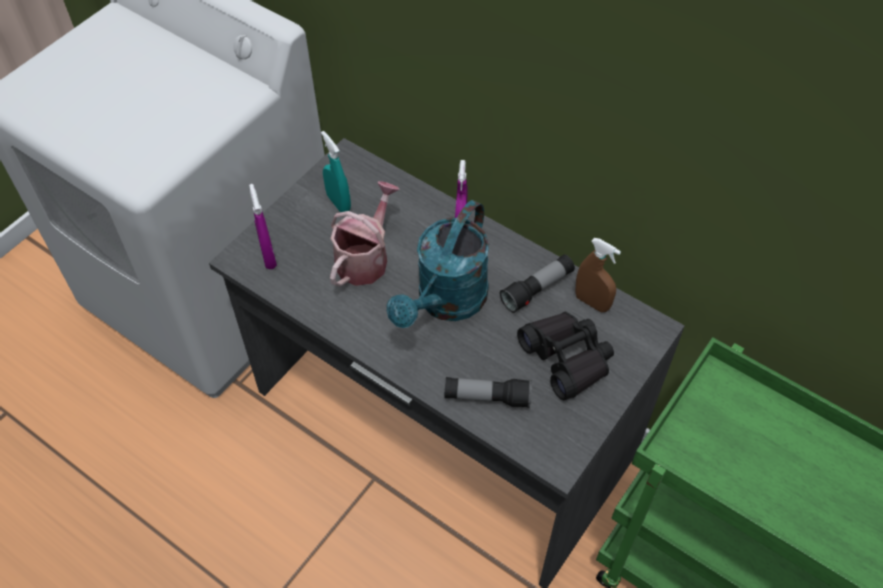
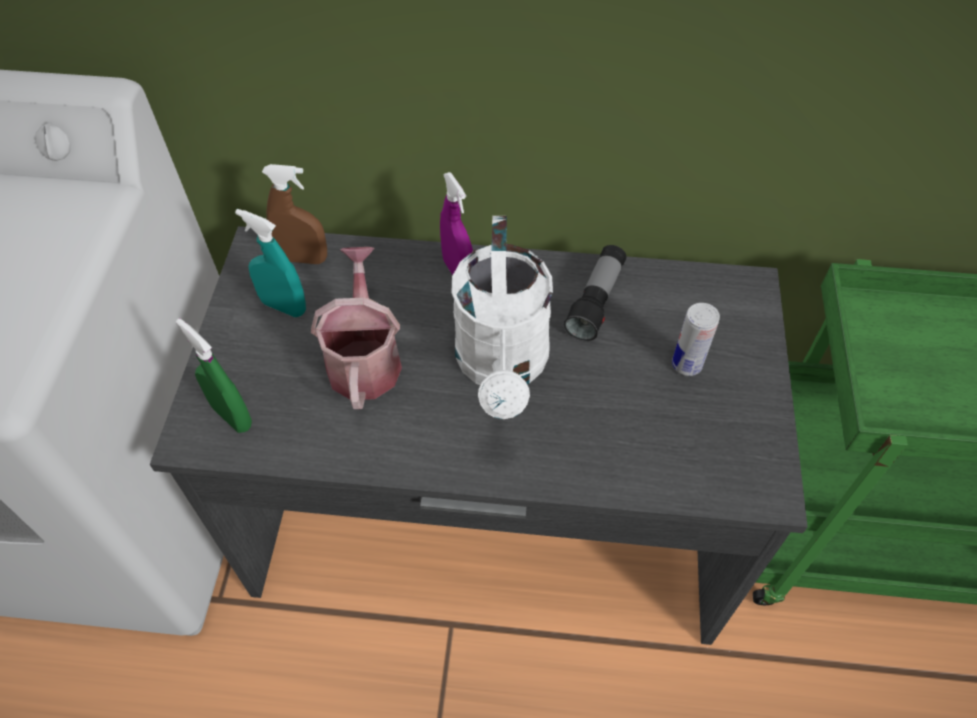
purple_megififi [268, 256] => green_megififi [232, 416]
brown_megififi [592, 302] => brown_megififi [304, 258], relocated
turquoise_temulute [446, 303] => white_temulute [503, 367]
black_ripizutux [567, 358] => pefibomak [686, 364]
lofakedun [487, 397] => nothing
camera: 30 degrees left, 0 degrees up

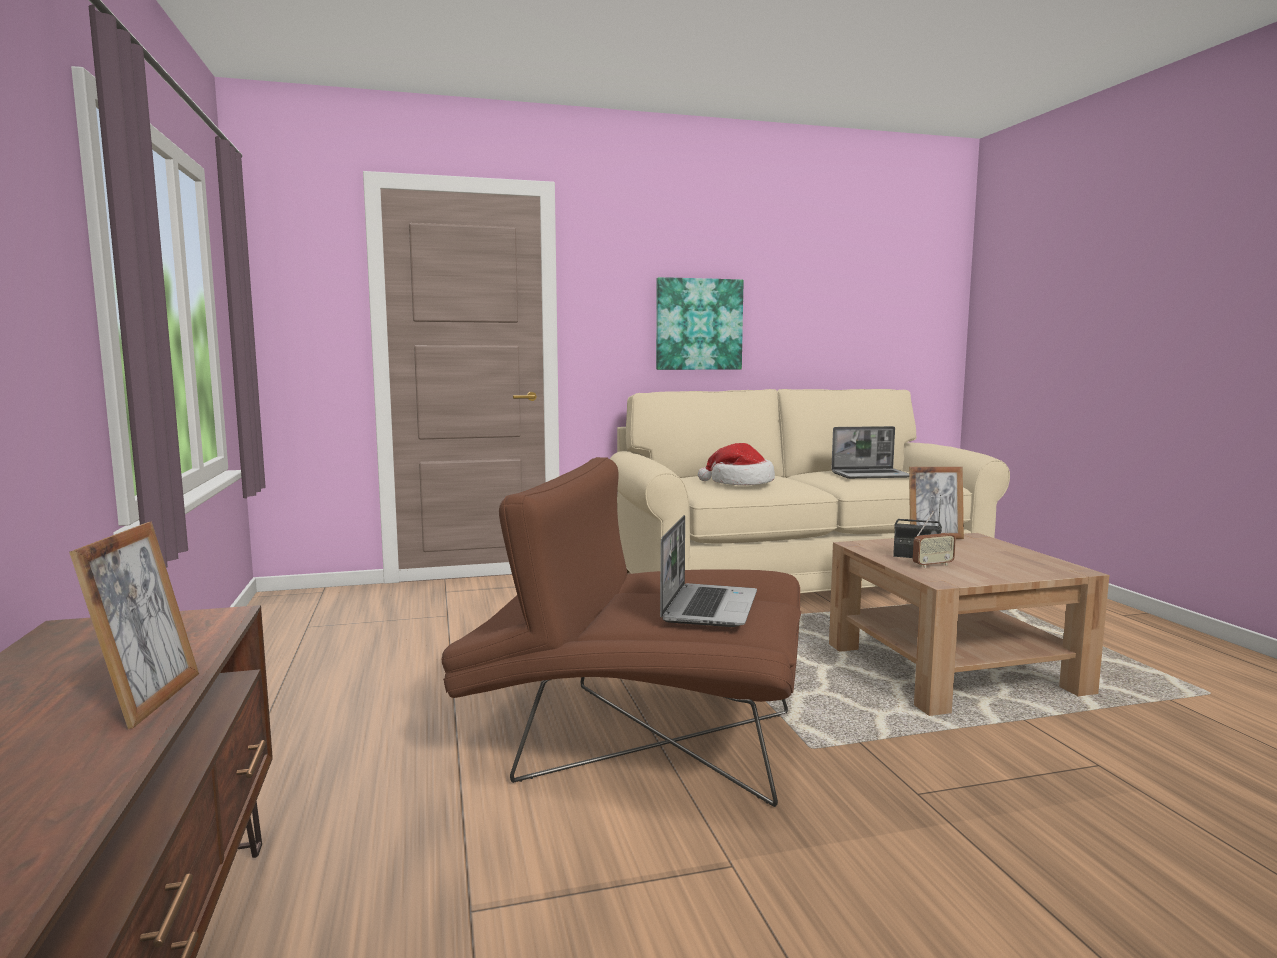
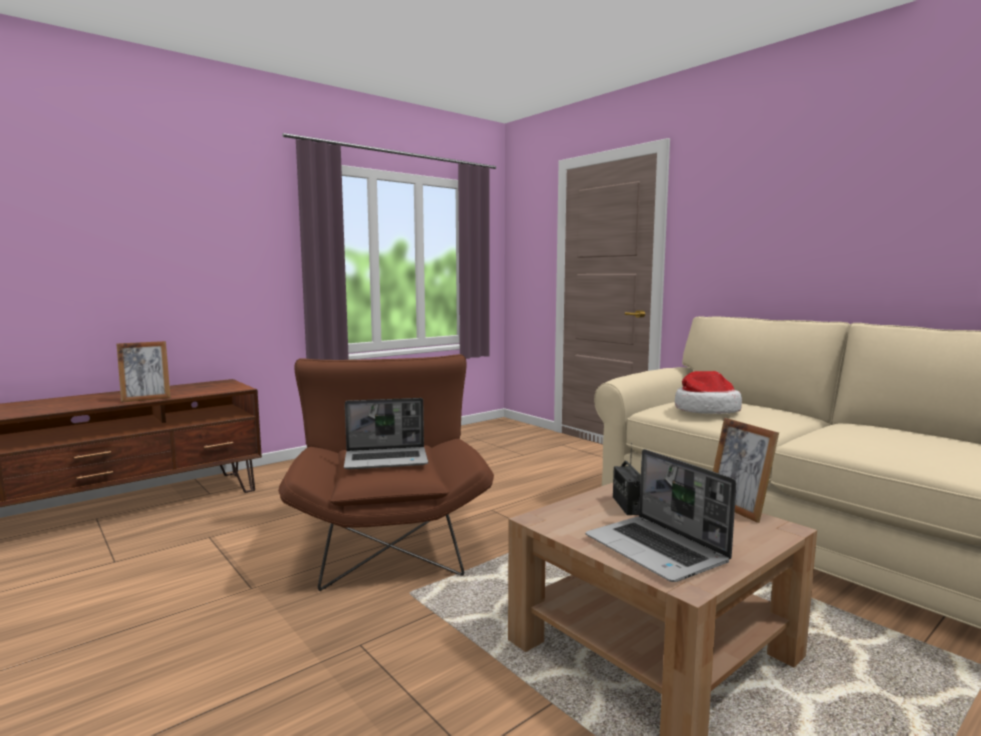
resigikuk [871, 475] => resigikuk [657, 550], relocated
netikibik [698, 324] => nothing
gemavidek [932, 565] => nothing
camera: 65 degrees right, 0 degrees up

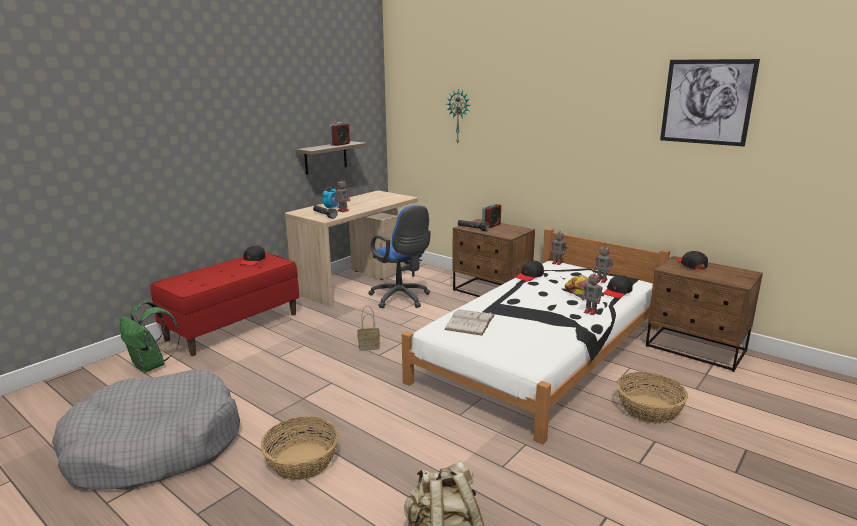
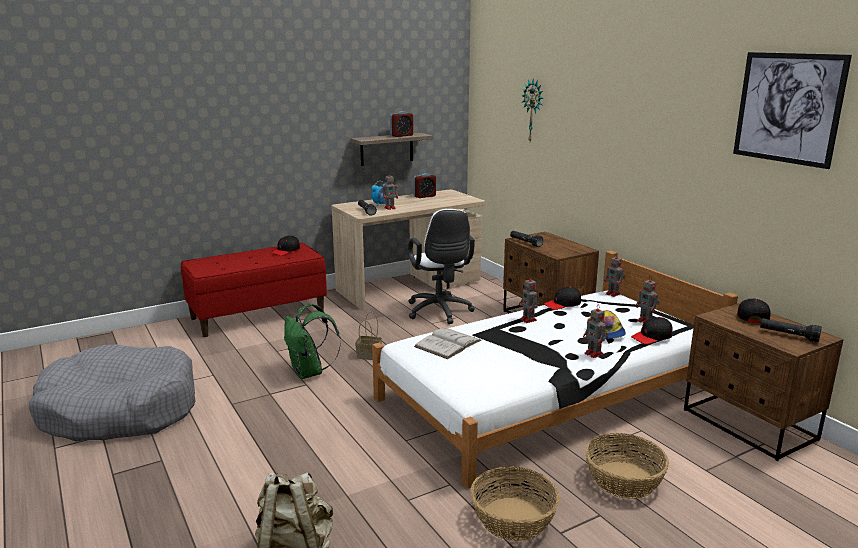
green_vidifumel [151, 365] => green_vidifumel [309, 372], relocated
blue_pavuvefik [401, 299] => white_pavuvefik [440, 312]
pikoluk [491, 225] => pikoluk [424, 196], relocated
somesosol [302, 461] => somesosol [513, 519], relocated
nothing => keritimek [528, 320]
nothing => black_lofakedun [788, 335]
camera: 20 degrees right, 0 degrees up

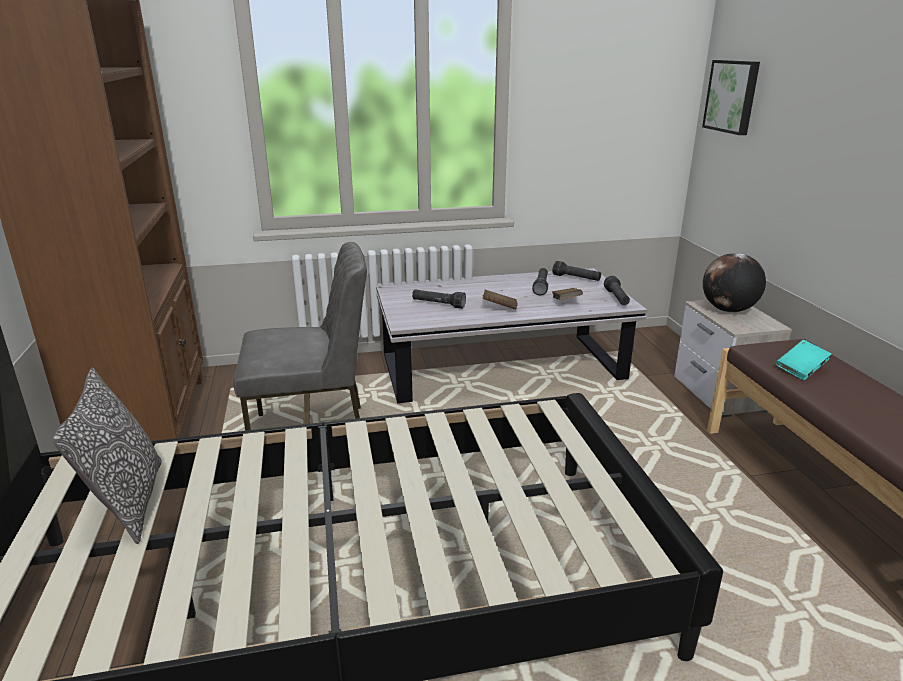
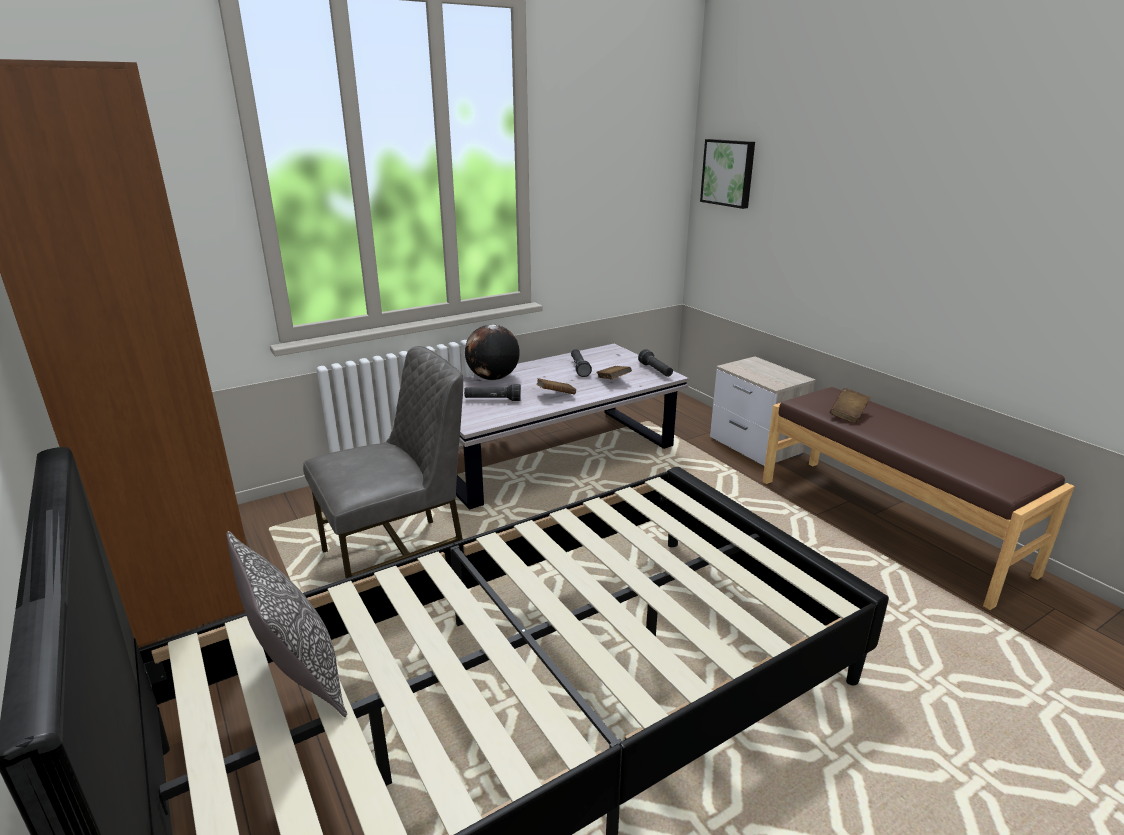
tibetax [728, 310] => tibetax [493, 378], relocated
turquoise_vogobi [800, 370] => brown_vogobi [848, 415]
black_lofakedun [576, 278] => nothing
camera: 20 degrees left, 0 degrees up

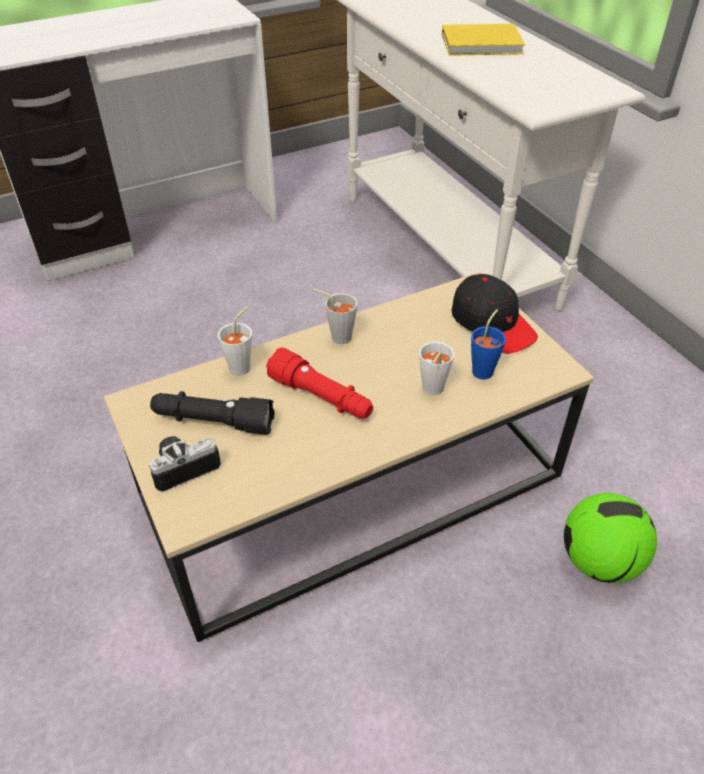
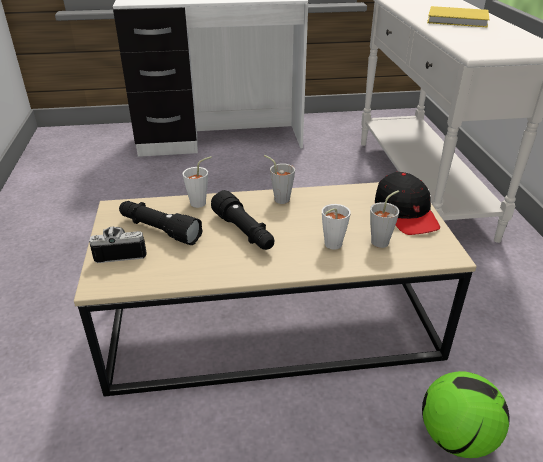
red_lofakedun [321, 397] => black_lofakedun [244, 232]
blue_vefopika [484, 369] => grey_vefopika [383, 241]
camera: 20 degrees right, 10 degrees down

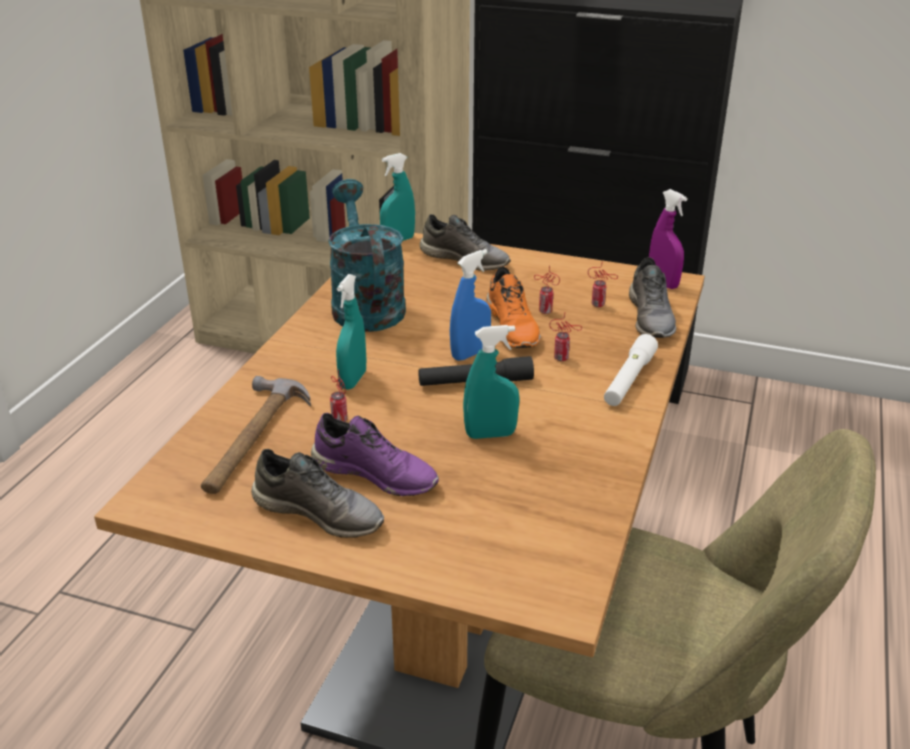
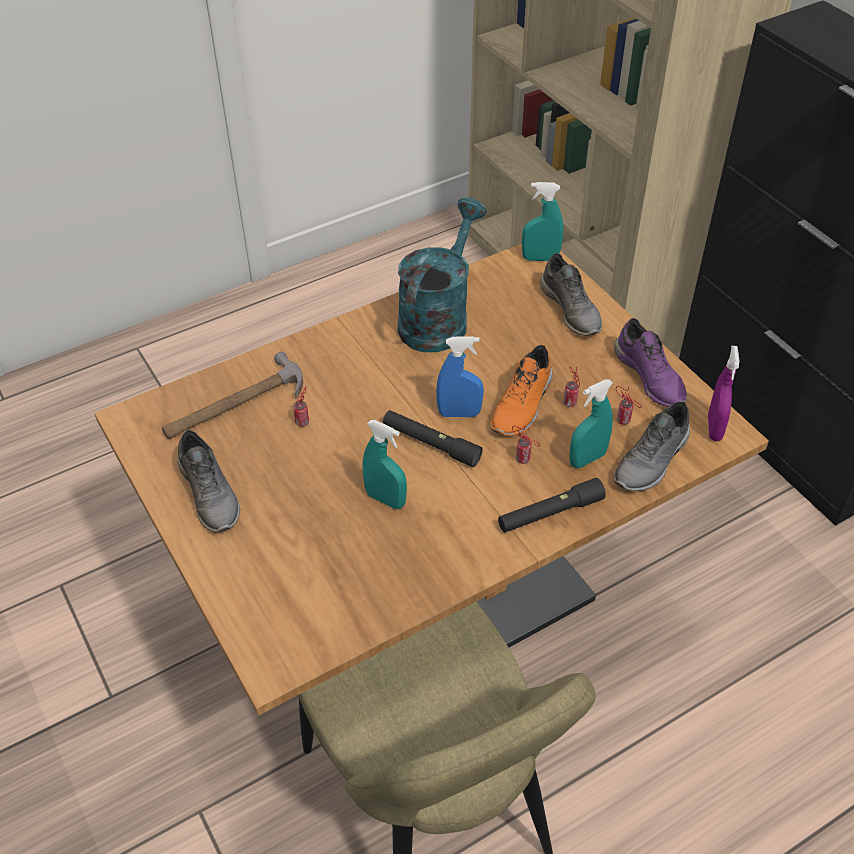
white_lofakedun [629, 380] => black_lofakedun [550, 513]
turquoise_megififi [353, 380] => turquoise_megififi [587, 459], relocated
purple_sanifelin [376, 473] => purple_sanifelin [650, 376], relocated
camera: 40 degrees right, 15 degrees up

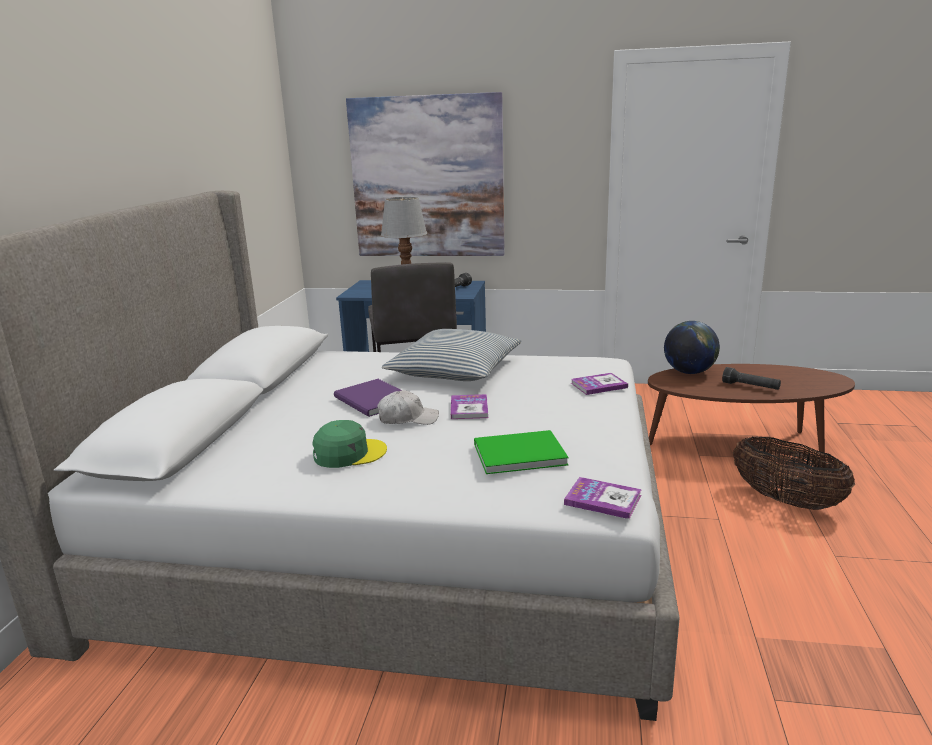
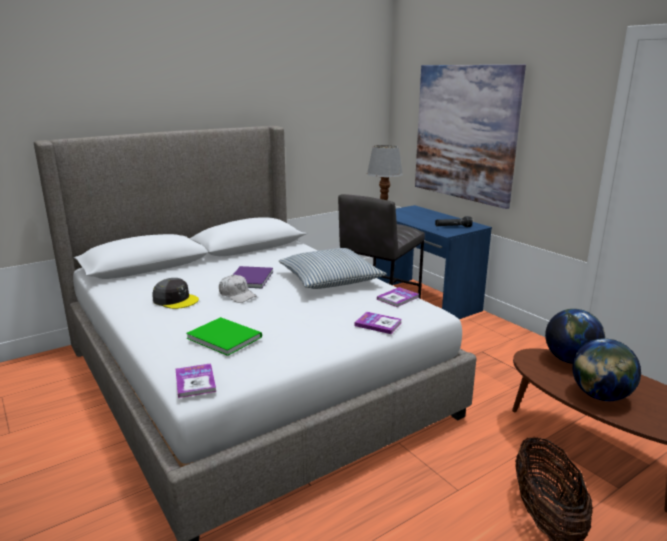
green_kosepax [349, 453] => grey_kosepax [175, 300]
vogobi [469, 408] => vogobi [398, 298], relocated
black_lofakedun [750, 387] => tibetax [600, 396]
camera: 45 degrees right, 0 degrees up

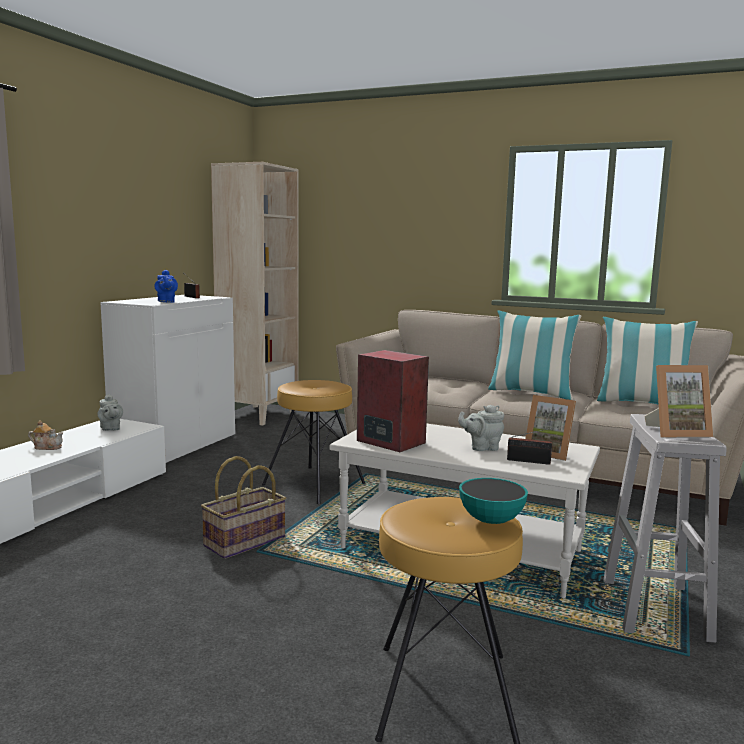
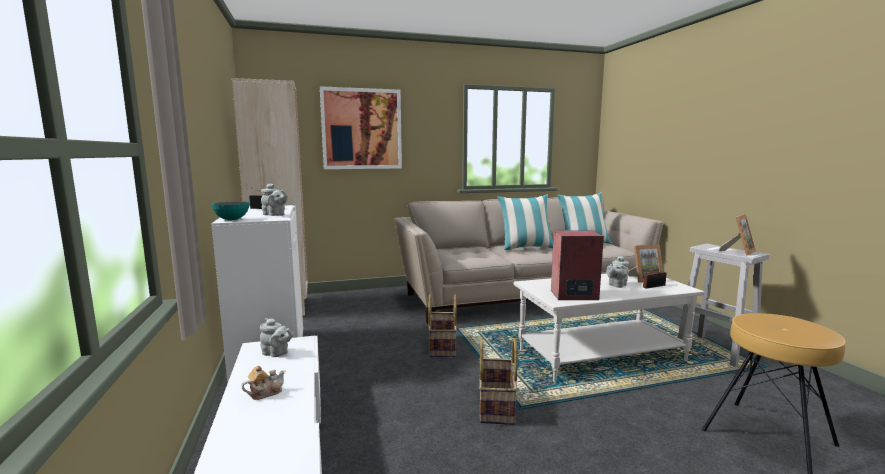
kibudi [491, 521] => kibudi [232, 220], relocated
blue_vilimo [166, 302] => grey_vilimo [275, 215]
nothing => netikibik [362, 129]
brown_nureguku [314, 484] => somesosol [441, 346]
camera: 40 degrees left, 0 degrees up

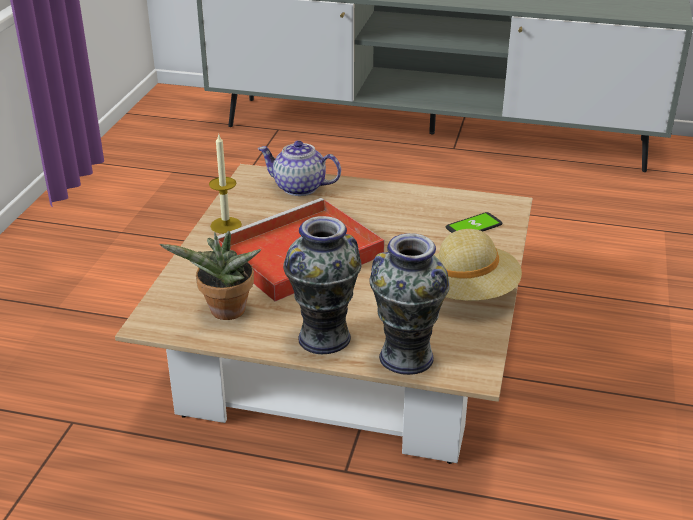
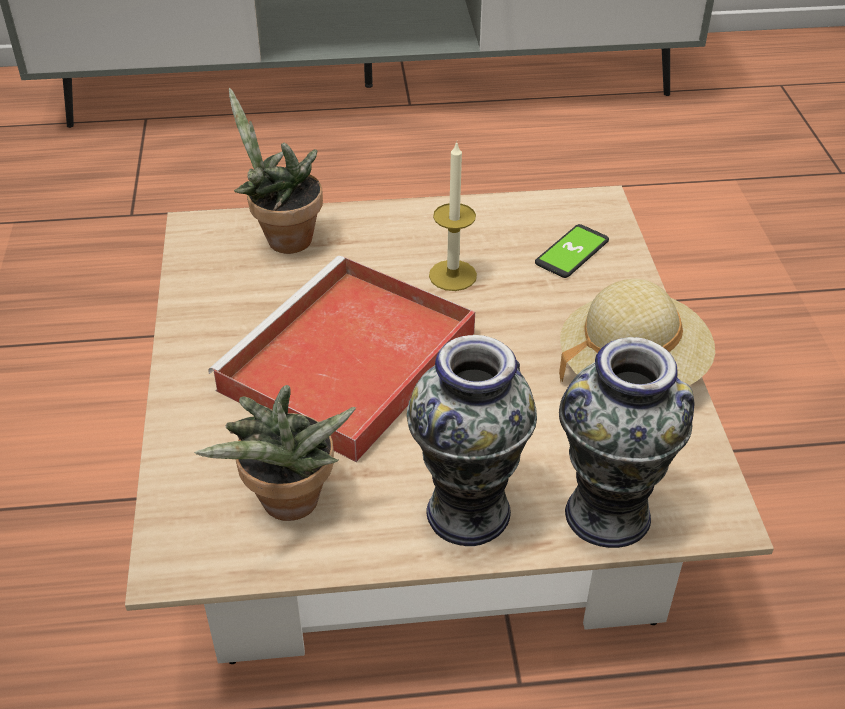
vilimo [299, 188] => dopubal [283, 238]
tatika [226, 225] => tatika [452, 275], relocated
camera: 20 degrees left, 10 degrees up

